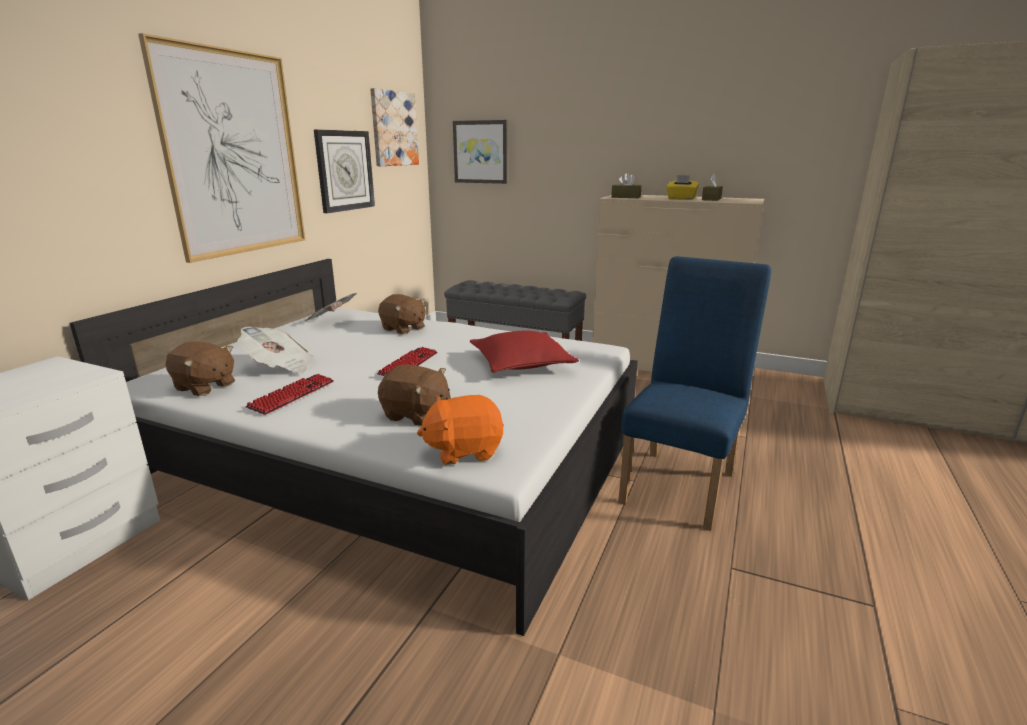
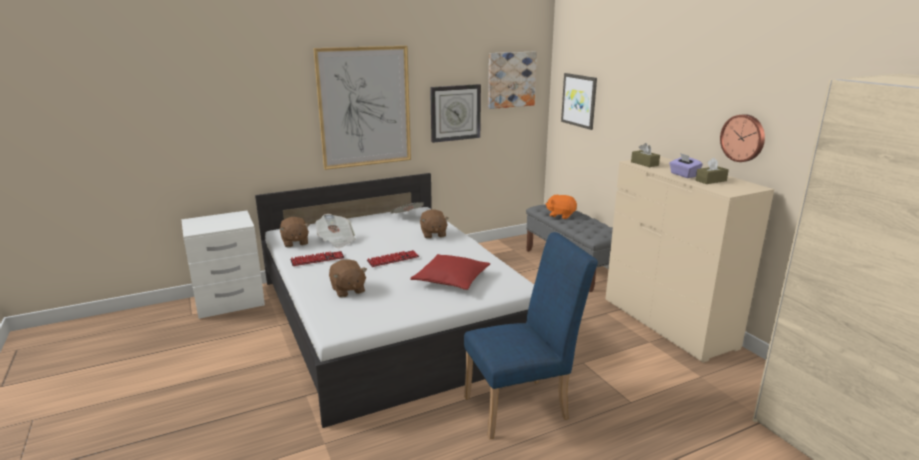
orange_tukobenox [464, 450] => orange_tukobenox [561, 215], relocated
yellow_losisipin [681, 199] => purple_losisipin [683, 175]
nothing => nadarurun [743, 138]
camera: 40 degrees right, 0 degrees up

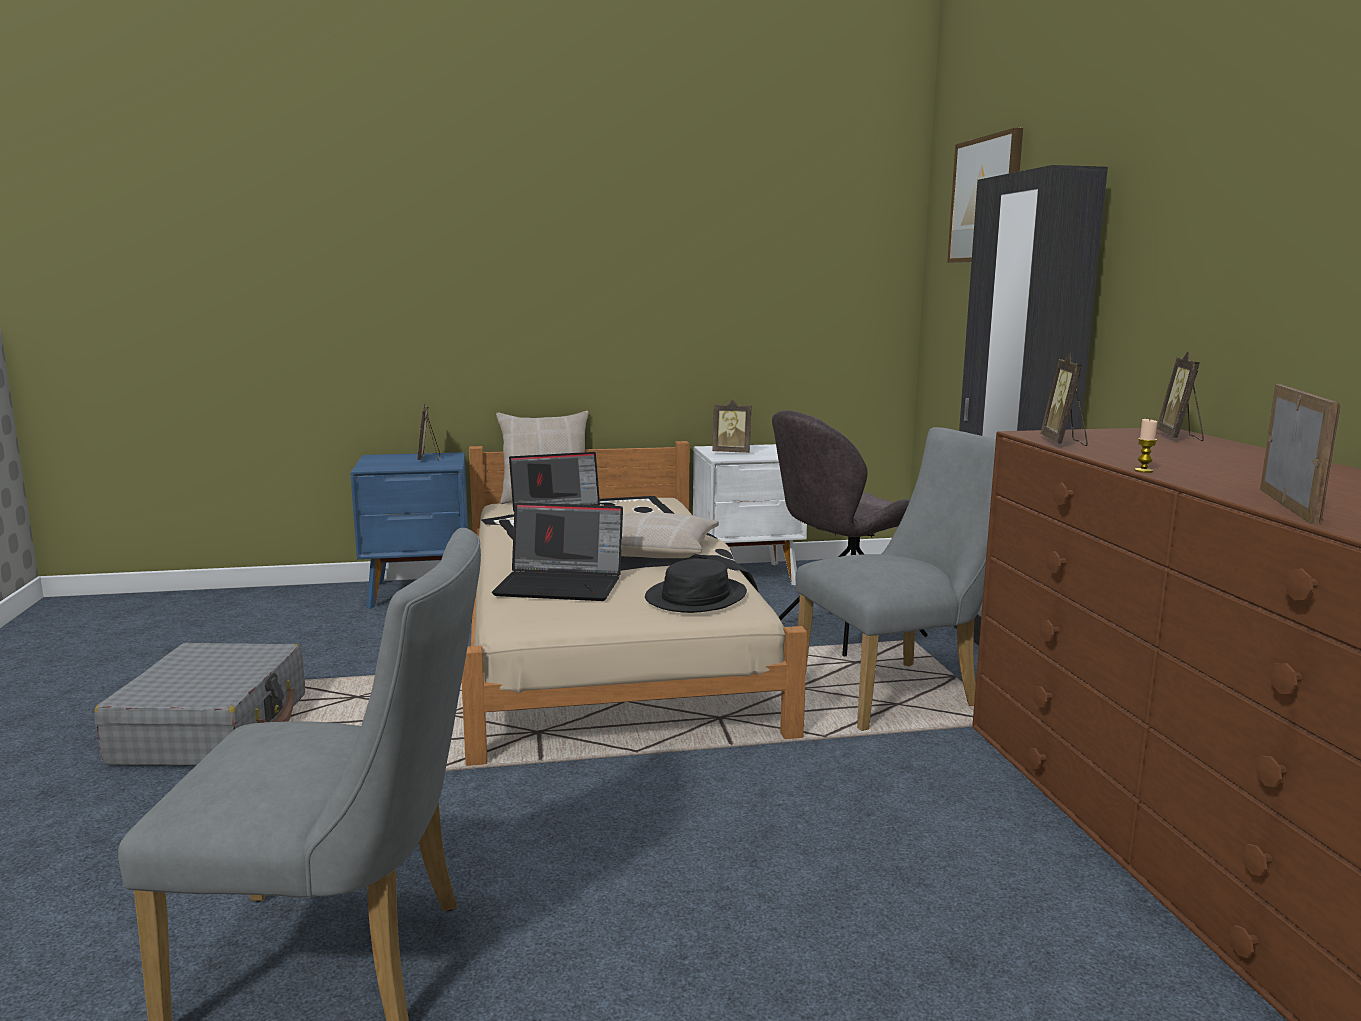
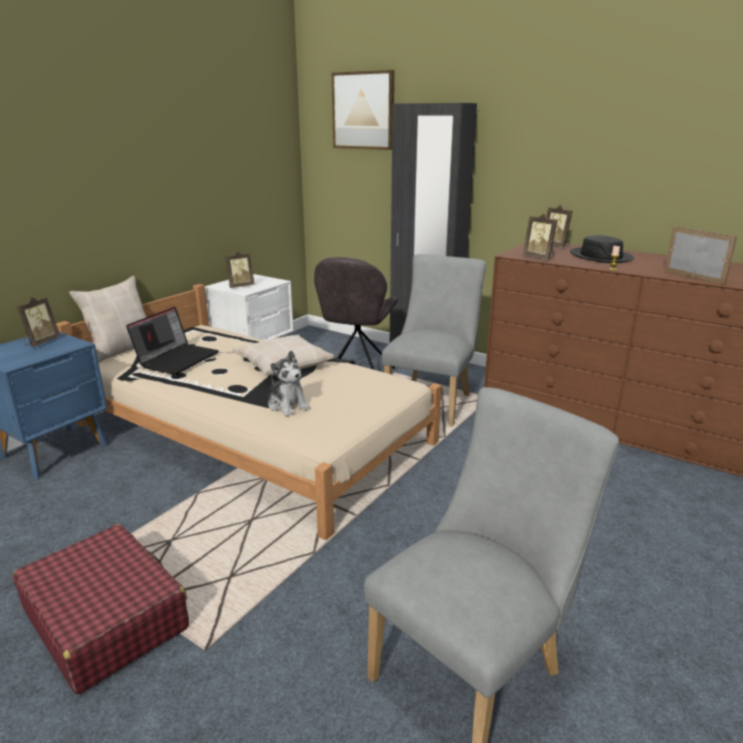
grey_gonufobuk [213, 728] => red_gonufobuk [106, 619]
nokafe [429, 458] => nokafe [41, 342], 105 degrees counterclockwise
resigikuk [562, 585] => tukobenox [288, 405]
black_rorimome [696, 597] => black_rorimome [601, 256], relocated
camera: 45 degrees left, 10 degrees up

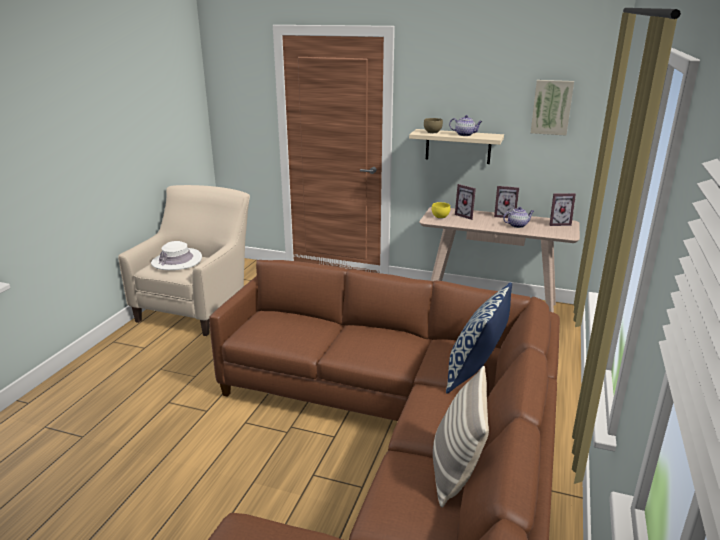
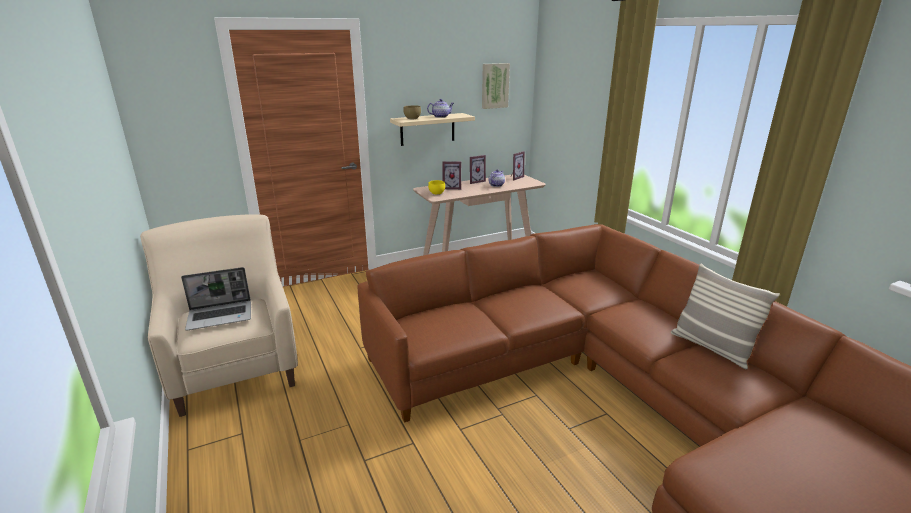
white_rorimome [177, 261] => resigikuk [221, 316]
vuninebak [475, 373] => nothing
camera: 45 degrees left, 0 degrees up

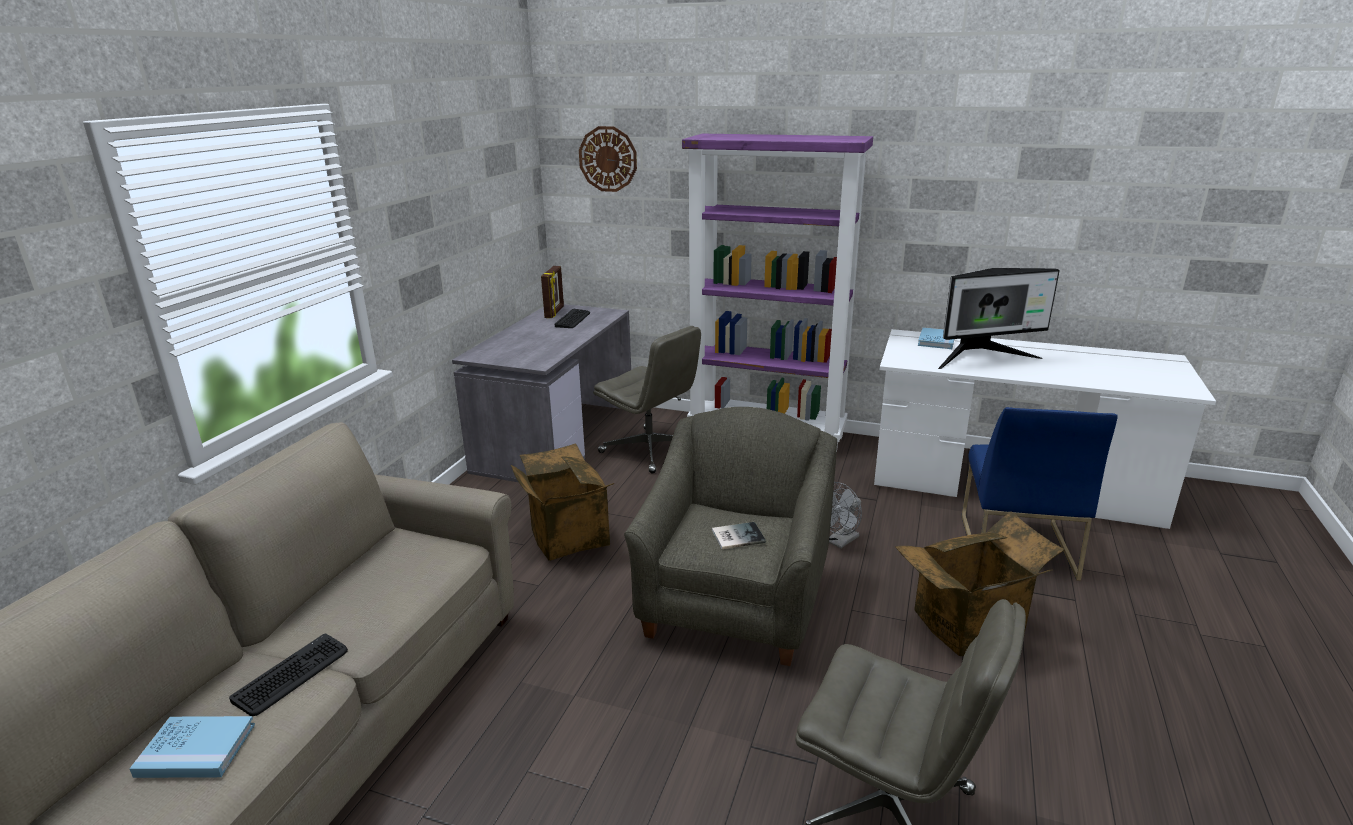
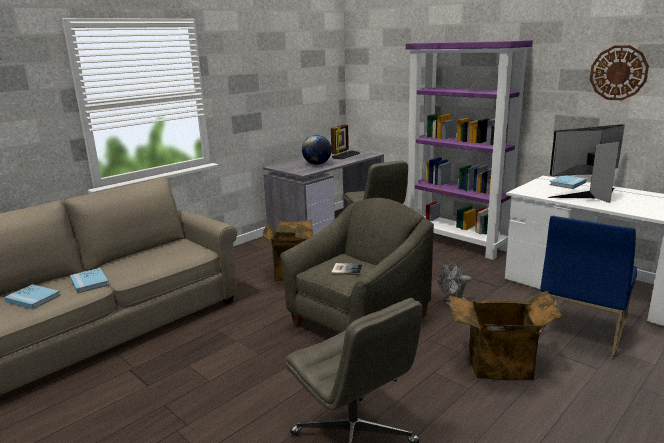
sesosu [292, 675] => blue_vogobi [89, 282]
nothing => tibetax [317, 164]
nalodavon [982, 358] => nalodavon [589, 195], 150 degrees clockwise
nadarurun [608, 159] => nadarurun [618, 73], relocated
camera: 25 degrees right, 5 degrees down

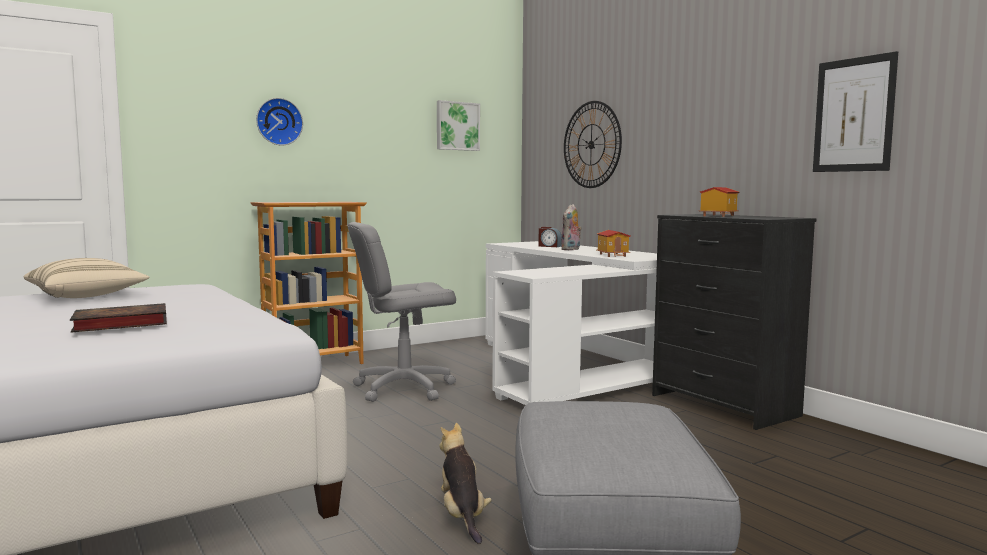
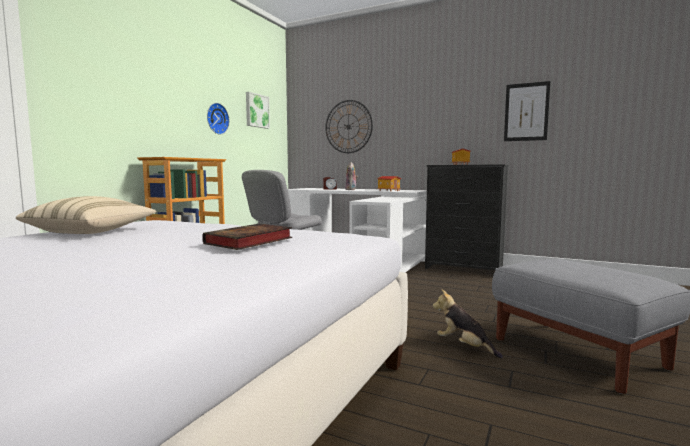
nadarurun [278, 122] => nadarurun [216, 118], relocated
camera: 30 degrees left, 0 degrees up

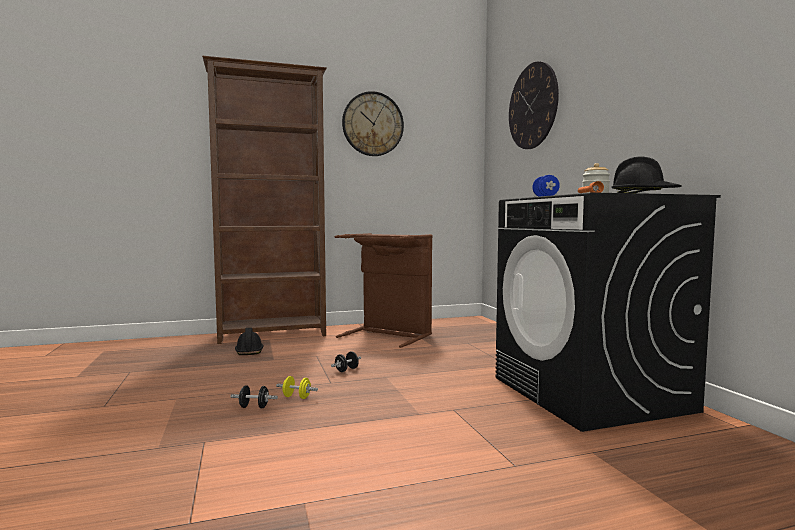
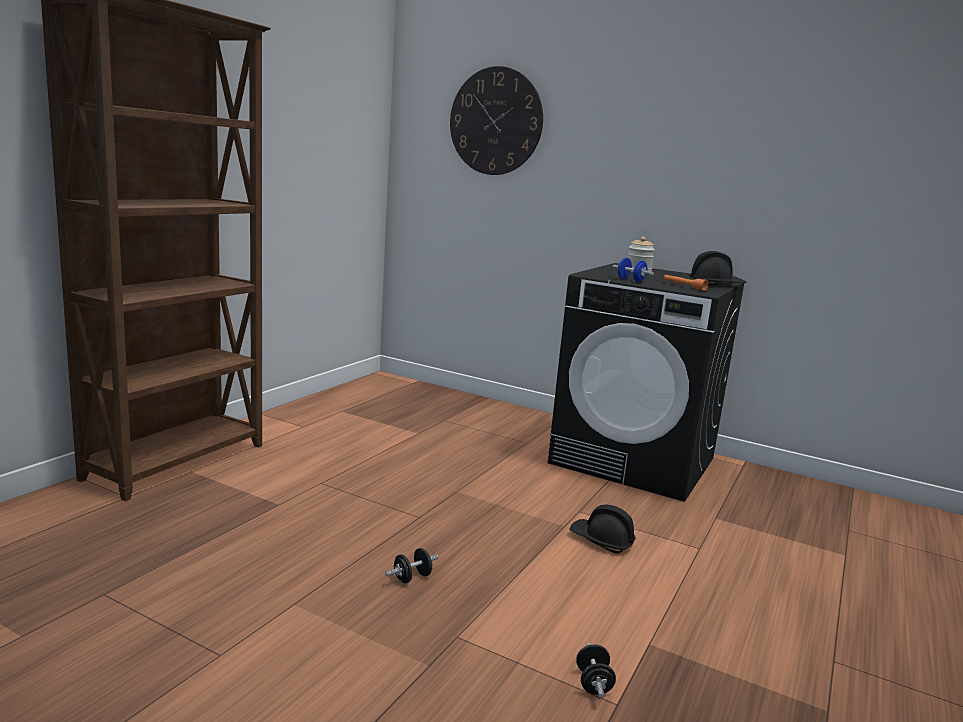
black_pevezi [249, 351] => black_pevezi [601, 540], relocated
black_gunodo [346, 370] => black_gunodo [593, 683], relocated
yellow_gunodo [296, 397] => nothing
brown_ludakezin [389, 335] => nothing
nadarurun [373, 124] => nothing
camera: 45 degrees left, 10 degrees up

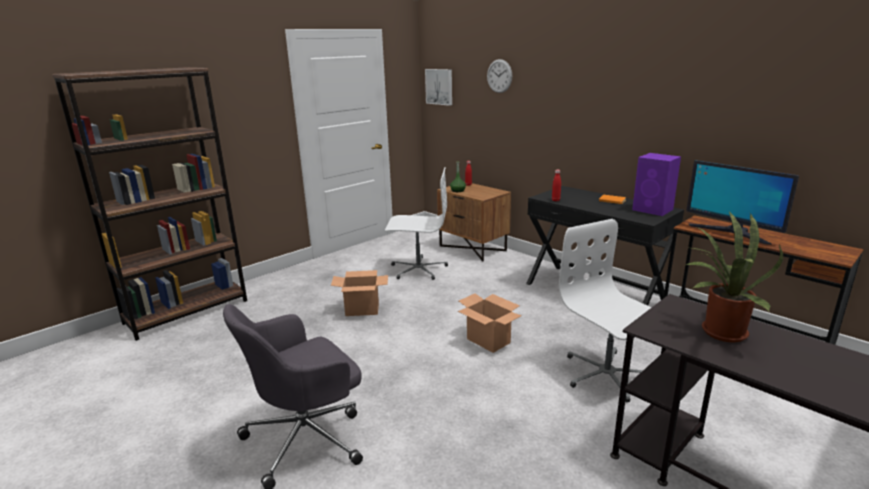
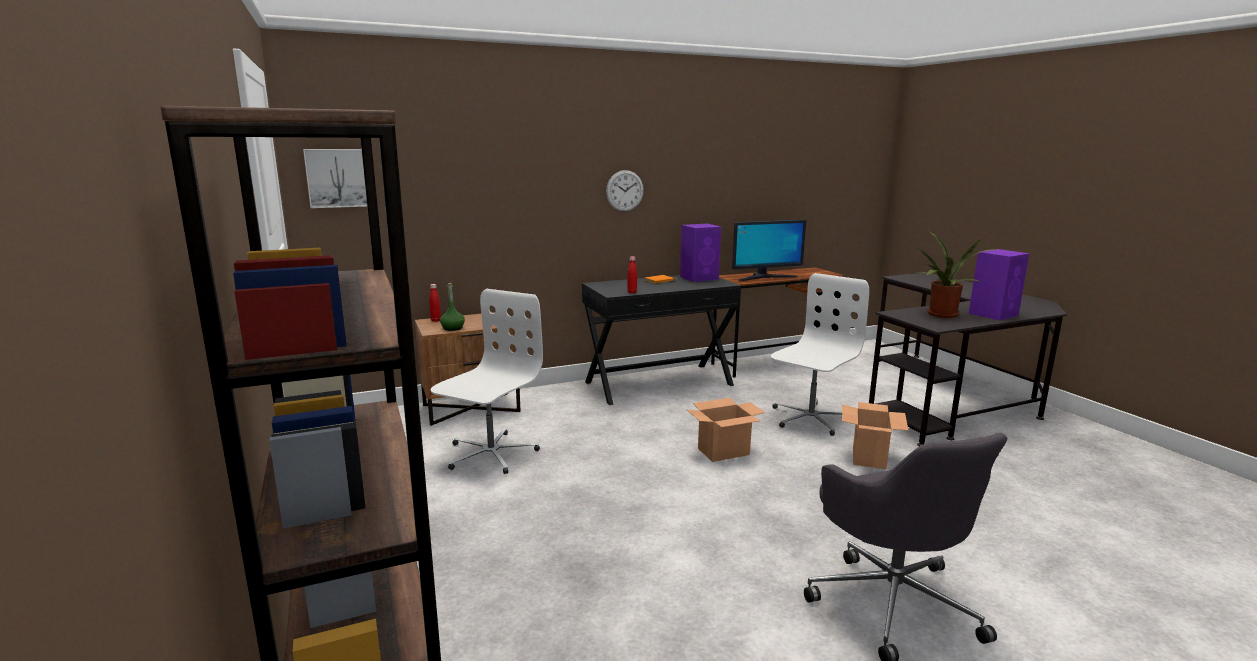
nadarurun [499, 76] => nadarurun [624, 190], relocated
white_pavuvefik [606, 375] => white_pavuvefik [810, 418], 135 degrees clockwise
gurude [362, 309] => gurude [868, 457], relocated
nothing => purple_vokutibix [994, 314]
camera: 70 degrees left, 5 degrees down

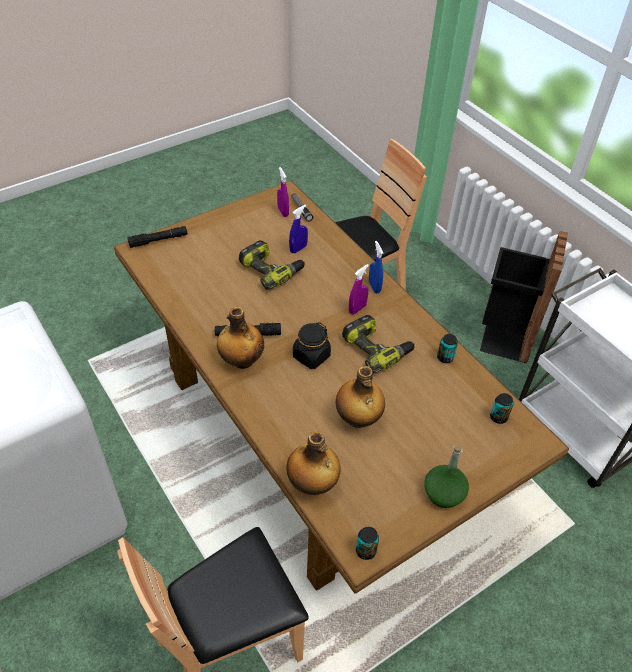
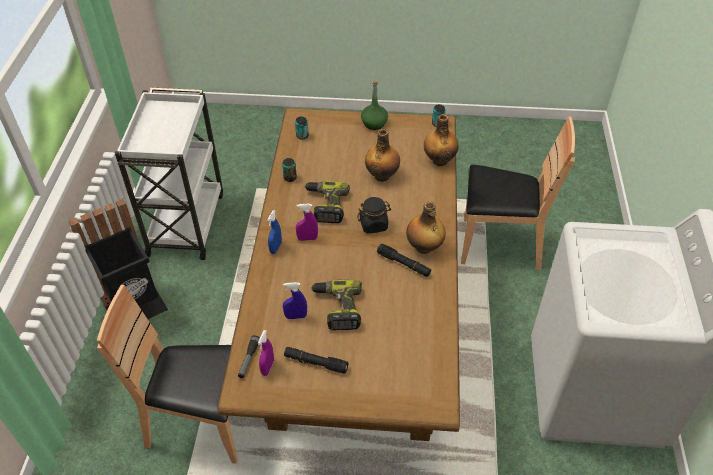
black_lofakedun [158, 240] => black_lofakedun [315, 363], relocated
camera: 140 degrees left, 0 degrees up

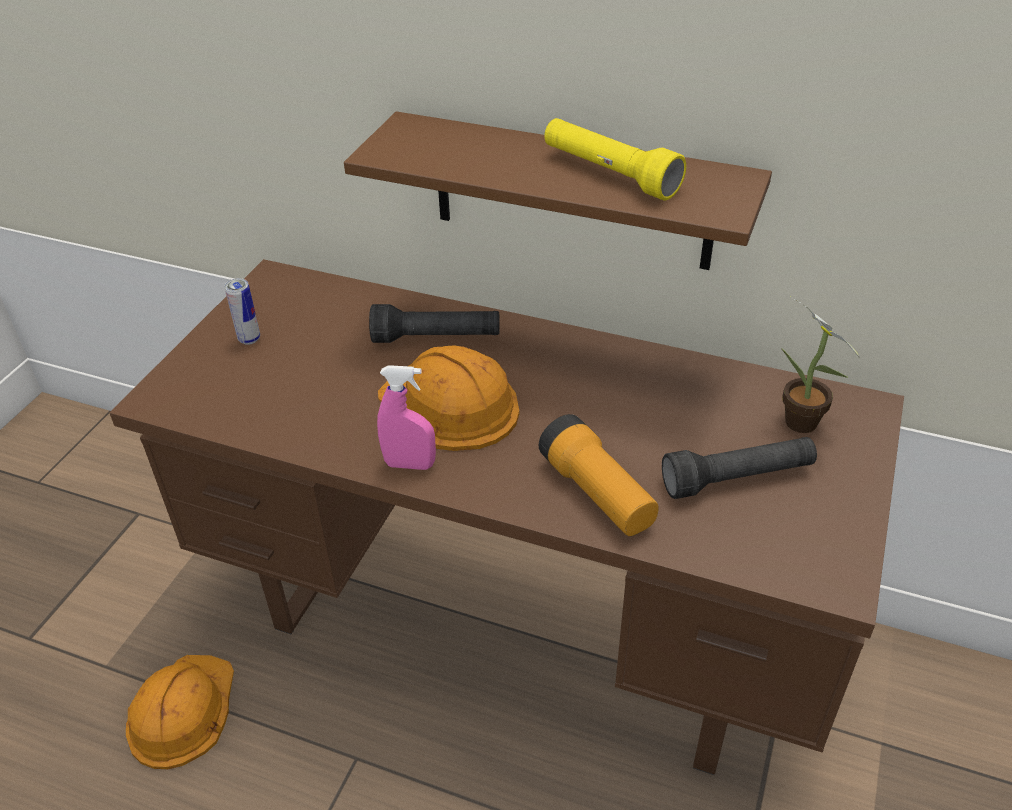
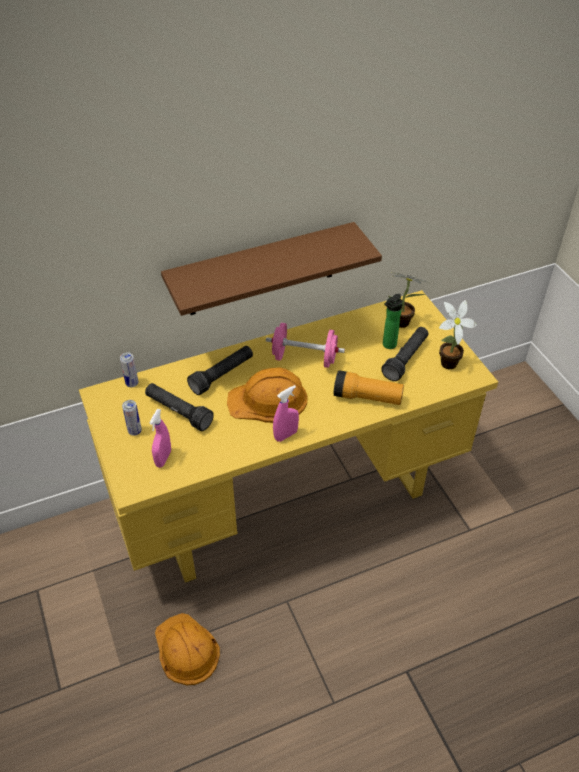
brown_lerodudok [514, 625] => yellow_lerodudok [289, 498]
nothing => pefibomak [132, 383]
nothing => black_lofakedun [178, 412]
nothing => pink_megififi [163, 458]
nothing => pink_gunodo [304, 358]
nothing => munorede [388, 345]
nothing => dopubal [446, 364]
yellow_lofakedun [609, 174] => nothing
camera: 45 degrees left, 5 degrees up

